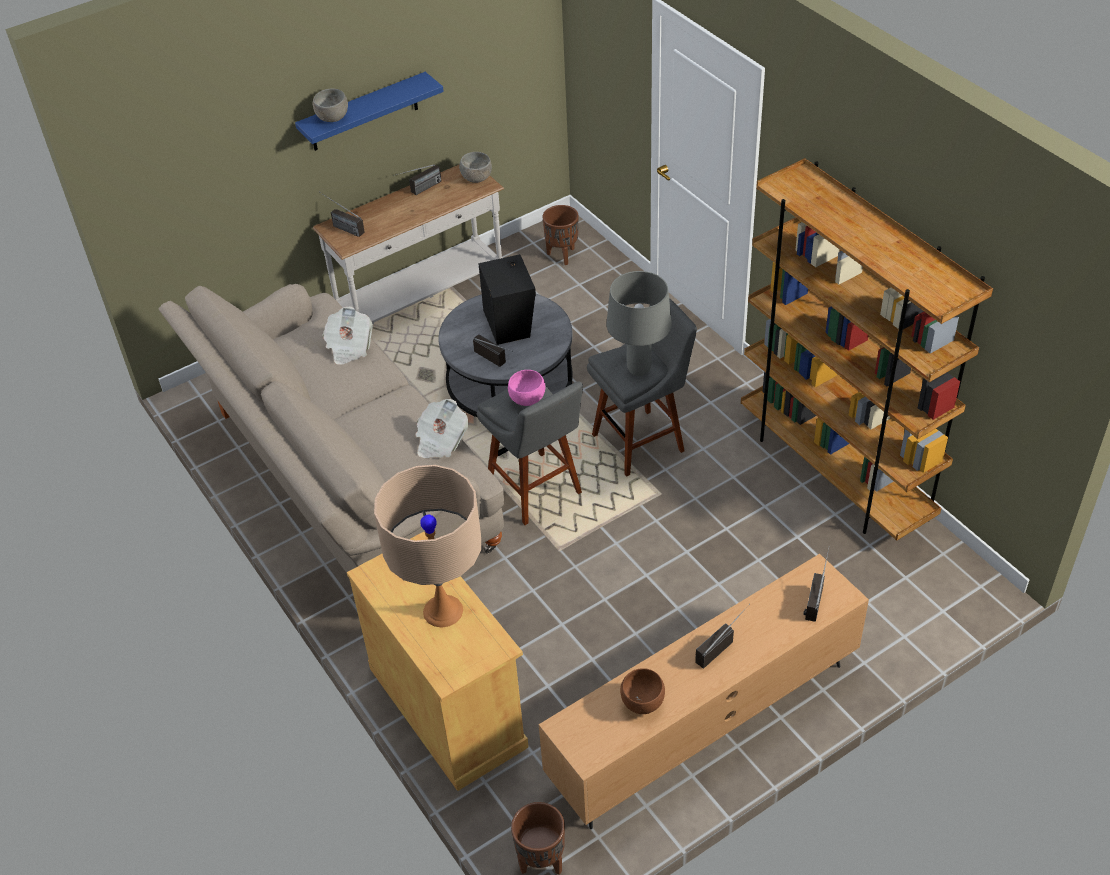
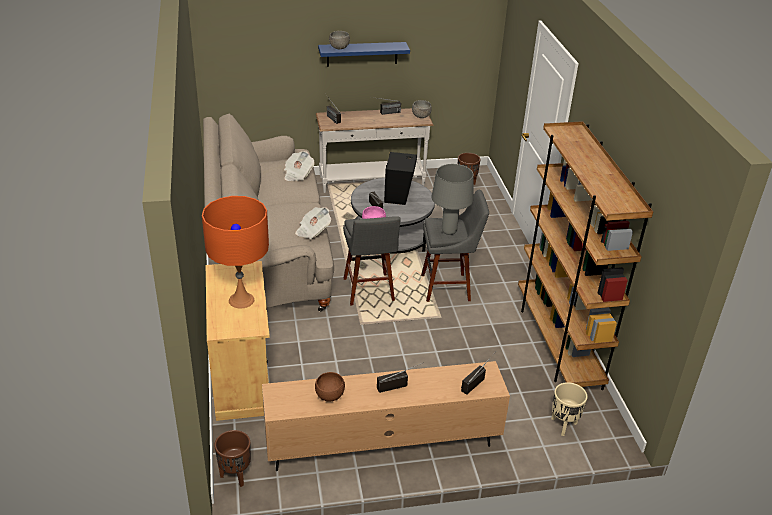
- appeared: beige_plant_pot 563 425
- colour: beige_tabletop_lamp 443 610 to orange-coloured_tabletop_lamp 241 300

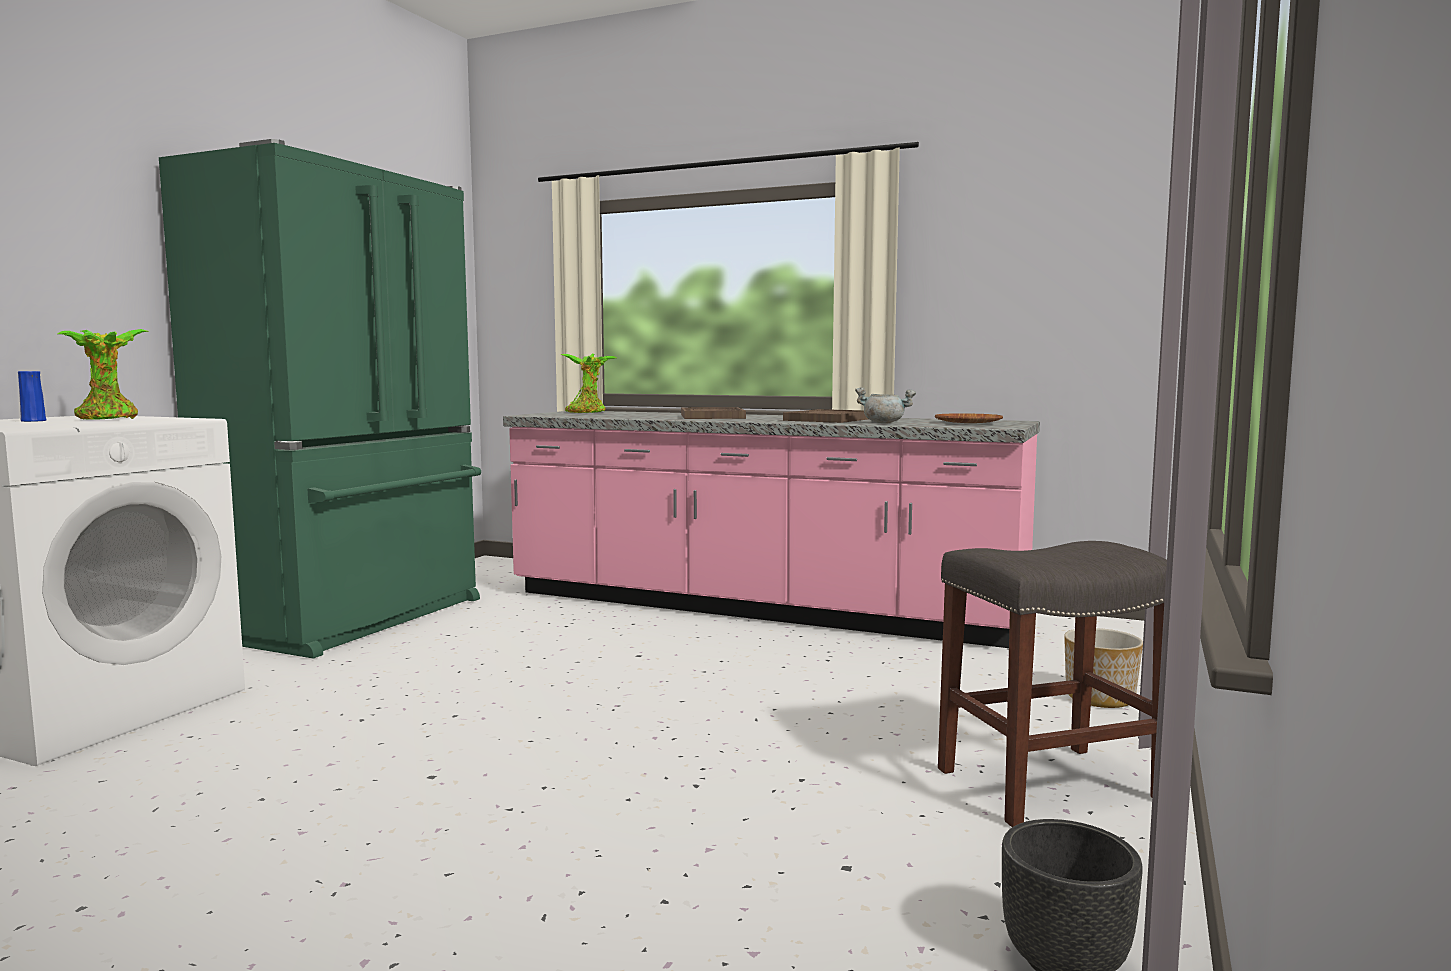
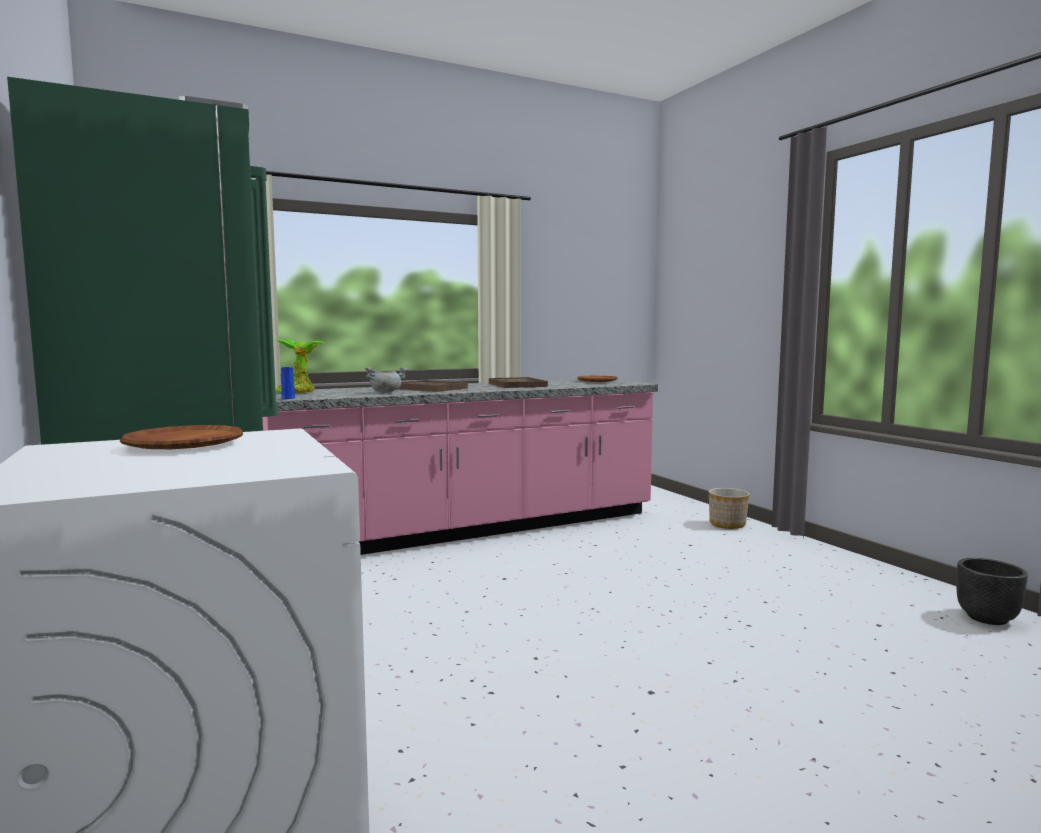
- missing: gray_stool 1050 783
- relocated: blue_flower_vase 33 421 to 288 398
- relocated: gray_cooking_pot 884 423 to 386 392
- exchanged: plant_in_a_pot 109 419 to brownish_flat_dish 184 445

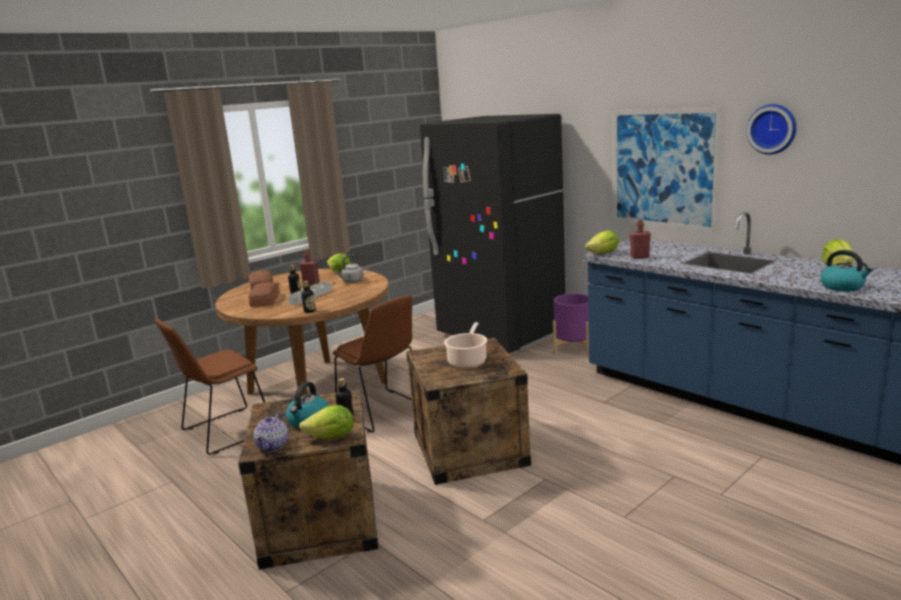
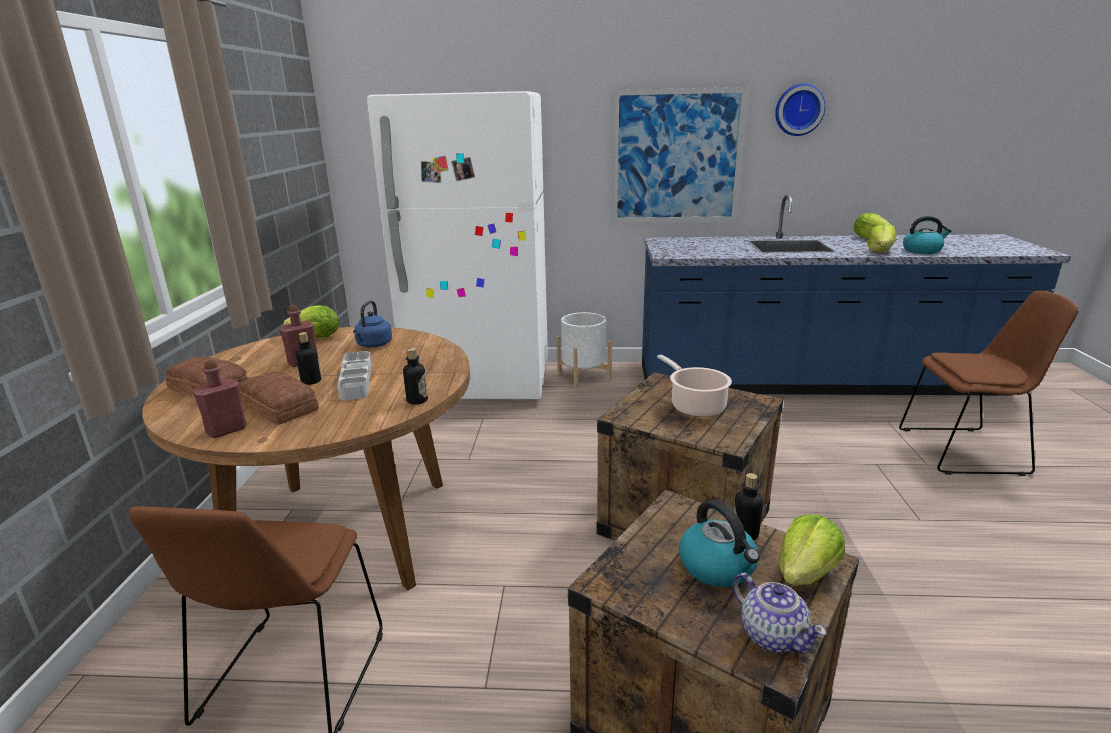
- relocated: brownish_chair 384 412 to 966 451
- relocated: lettuce 603 253 to 880 251
- relocated: red_drink_bottle 639 257 to 226 430
- colour: gray_water_kettle 352 281 to blue_water_kettle 373 345
- colour: black-coloured_kitchen_fridge 500 334 to white-coloured_kitchen_fridge 481 383
- colour: purple-coloured_plant_pot 573 348 to white-coloured_plant_pot 583 376

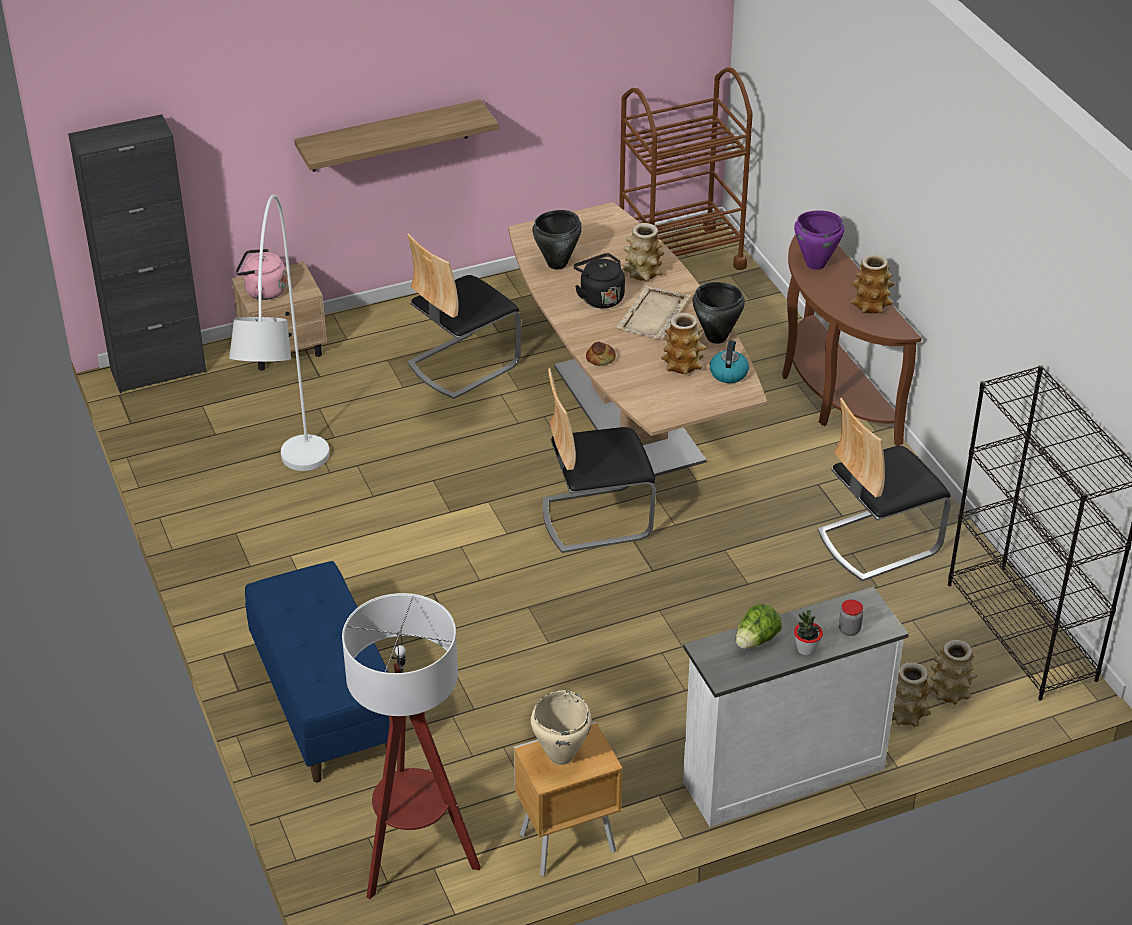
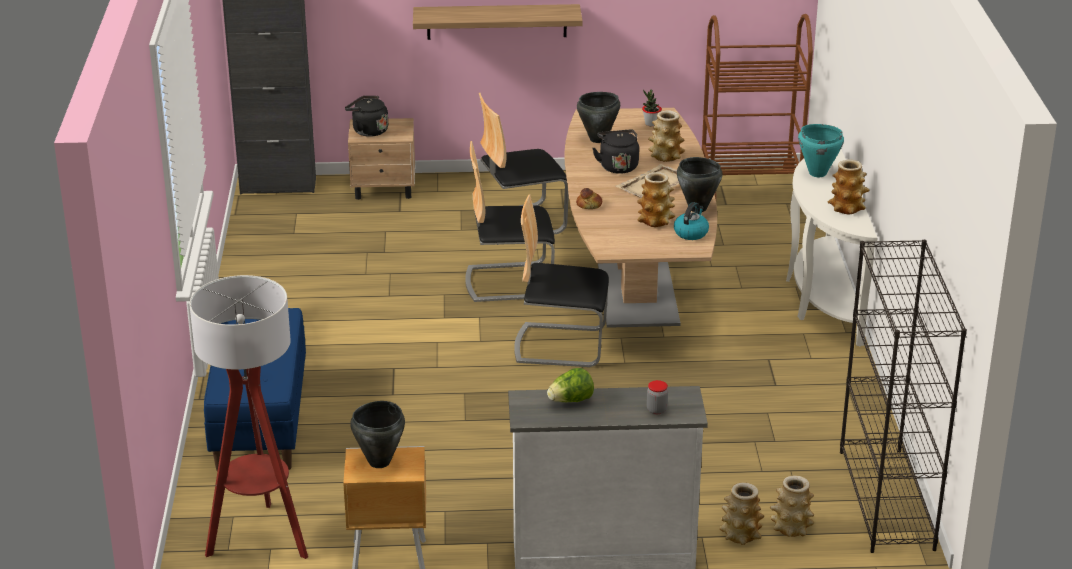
- missing: white-coloured_standard_lamp 295 516
- relocated: plant_in_a_pot 806 649 to 651 123
- relocated: chair 878 541 to 509 281
- colour: pink-coloured_water_kettle 263 291 to black-coloured_water_kettle 368 131
- colour: beige_cooking_pot 560 756 to black-coloured_cooking_pot 379 462
- colour: brownish_console_table 829 392 to white-coloured_console_table 821 298
- colour: purple-coloured_cooking_pot 815 264 to turquoise-coloured_cooking_pot 817 173

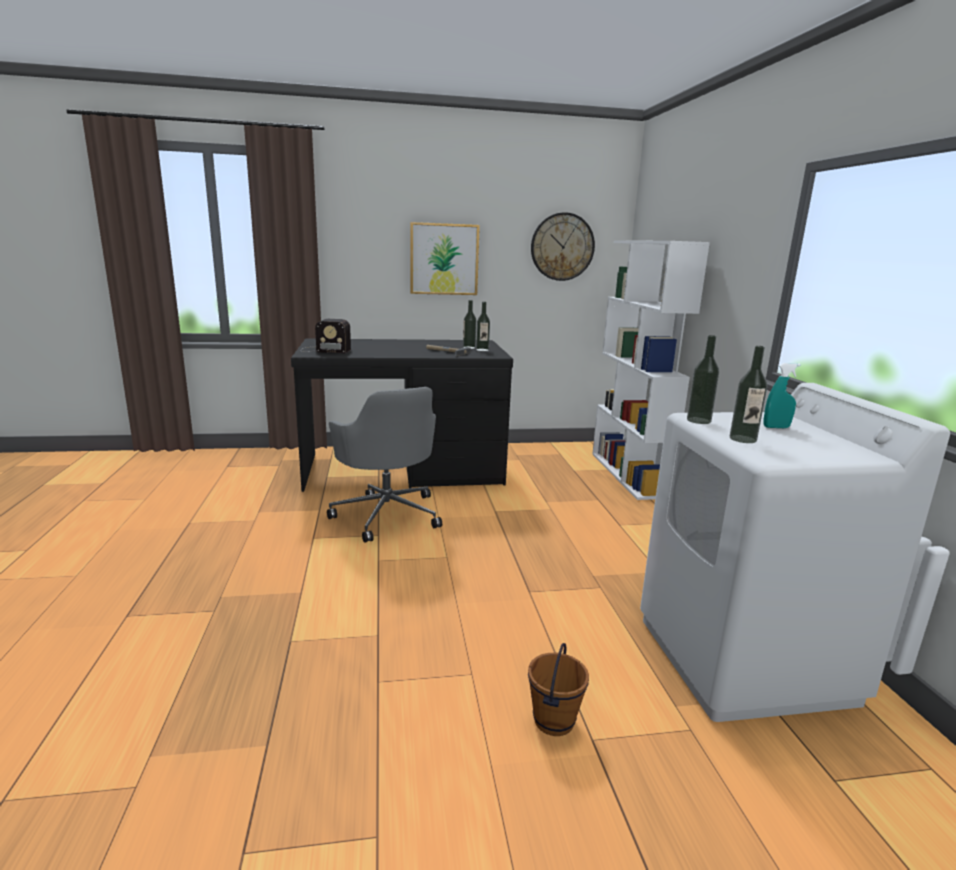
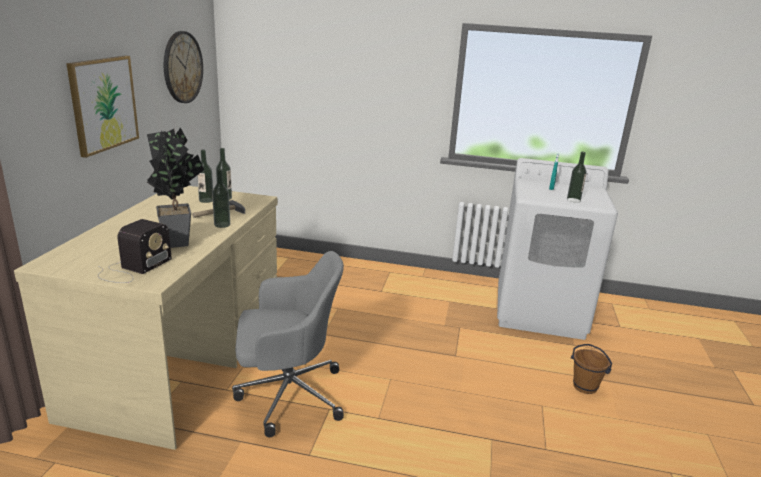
- missing: white-coloured_bookshelf 629 474
- appeared: plant_in_a_pot 179 240
- relocated: drink_bottle 698 420 to 222 225
- colour: black-coloured_desk 404 469 to beige_desk 182 360

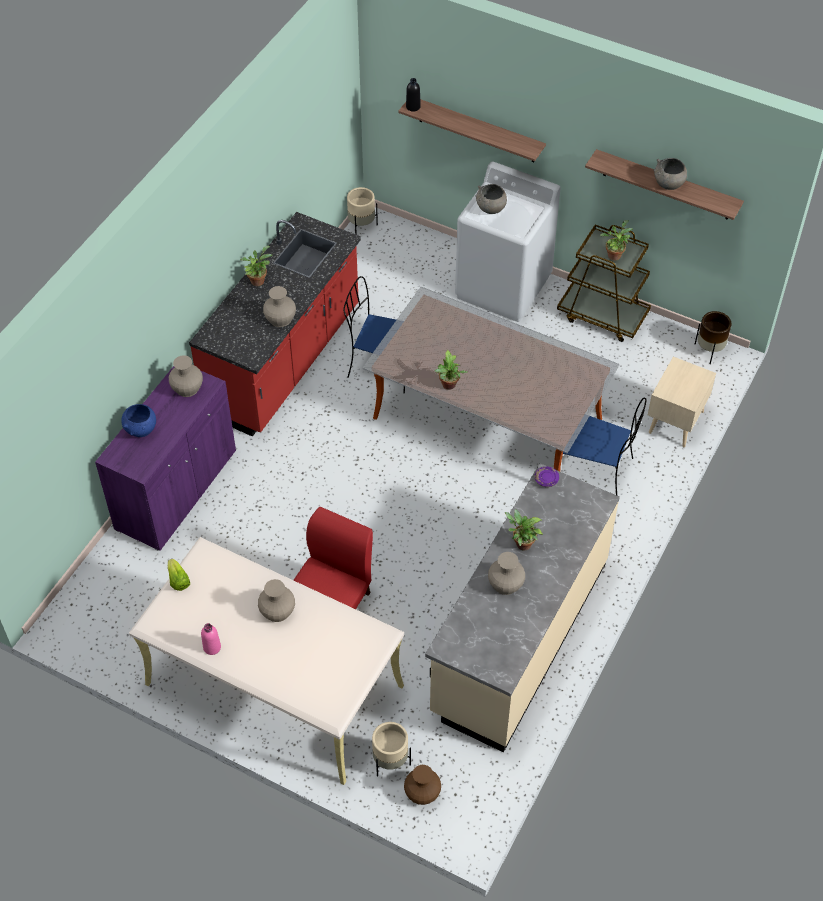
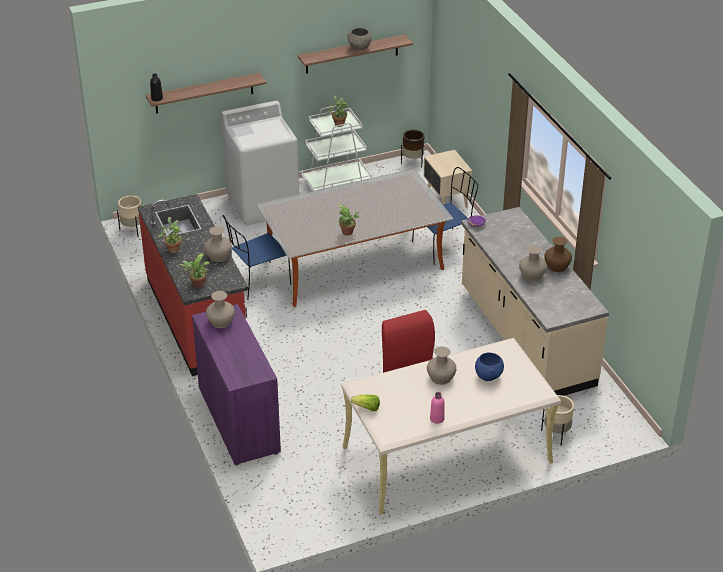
- missing: gray_serving_bowl 490 209
- relocated: blue_serving_bowl 141 430 to 488 376
- relocated: brownish_flower_vase 422 792 to 557 266
- relocated: plant_in_a_pot 521 544 to 197 285
- colour: brownish_cart 603 315 to white-coloured_cart 336 182

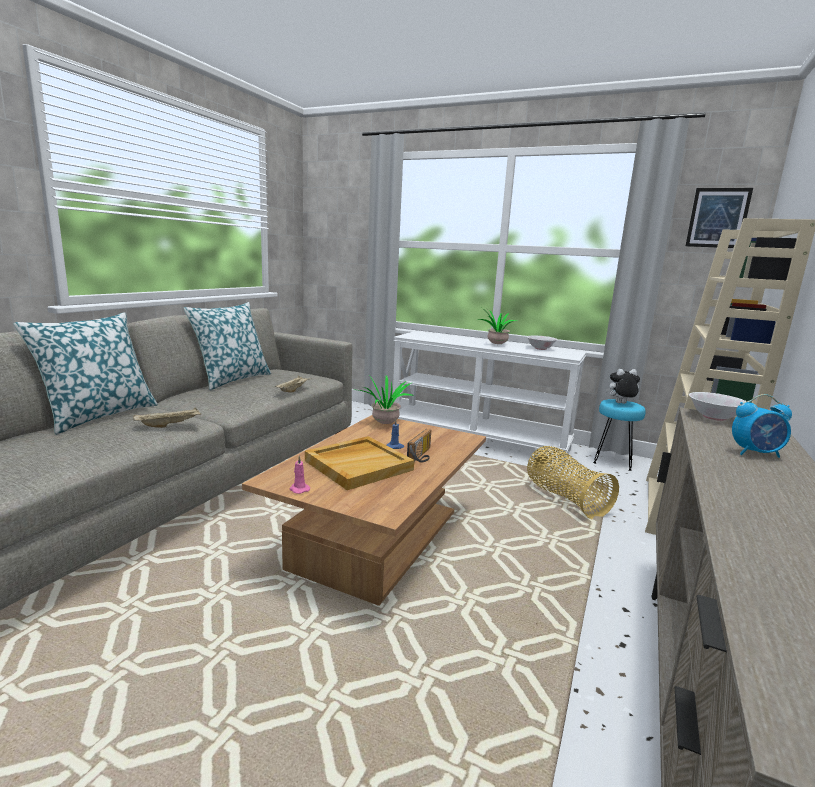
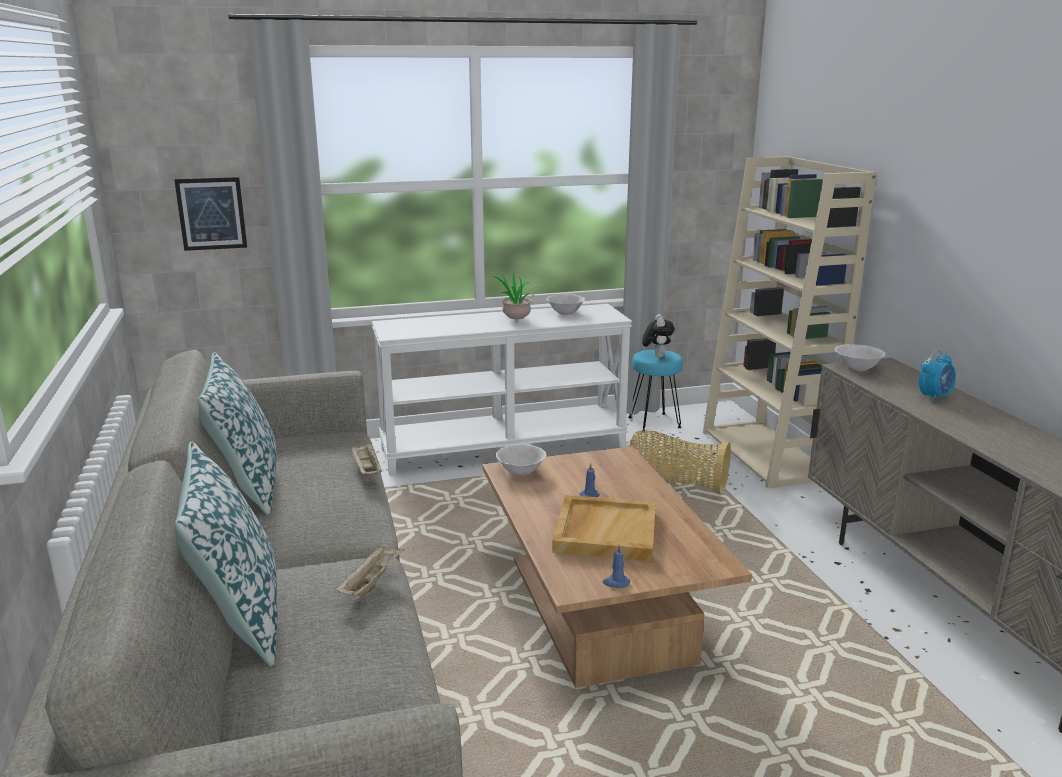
- missing: radio_receiver 422 456
- relocated: wall_picture 718 218 to 211 213
- exchanged: plant_in_a_pot 384 423 to white-coloured_serving_bowl 521 471
- colour: pink-coloured_candle 299 489 to blue_candle 616 583
- spun: plush_toy 620 403 = 657 356 135 degrees clockwise

